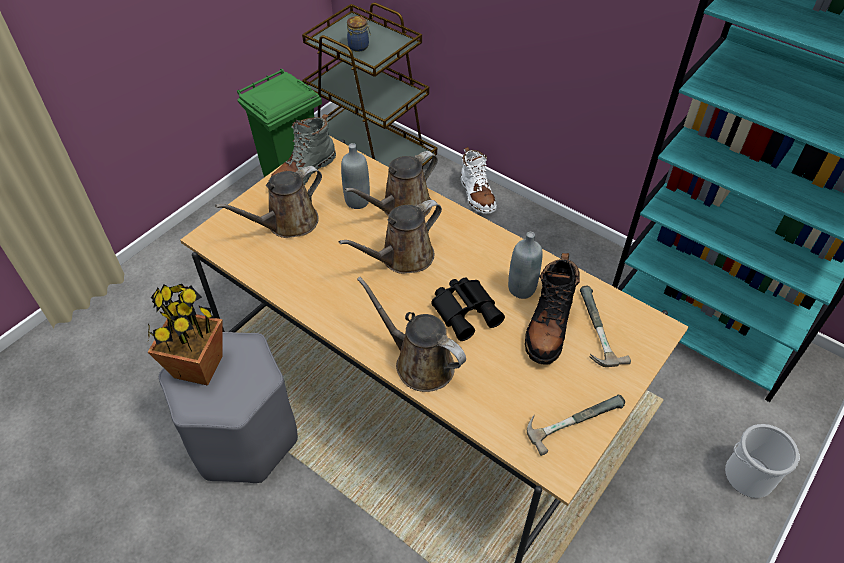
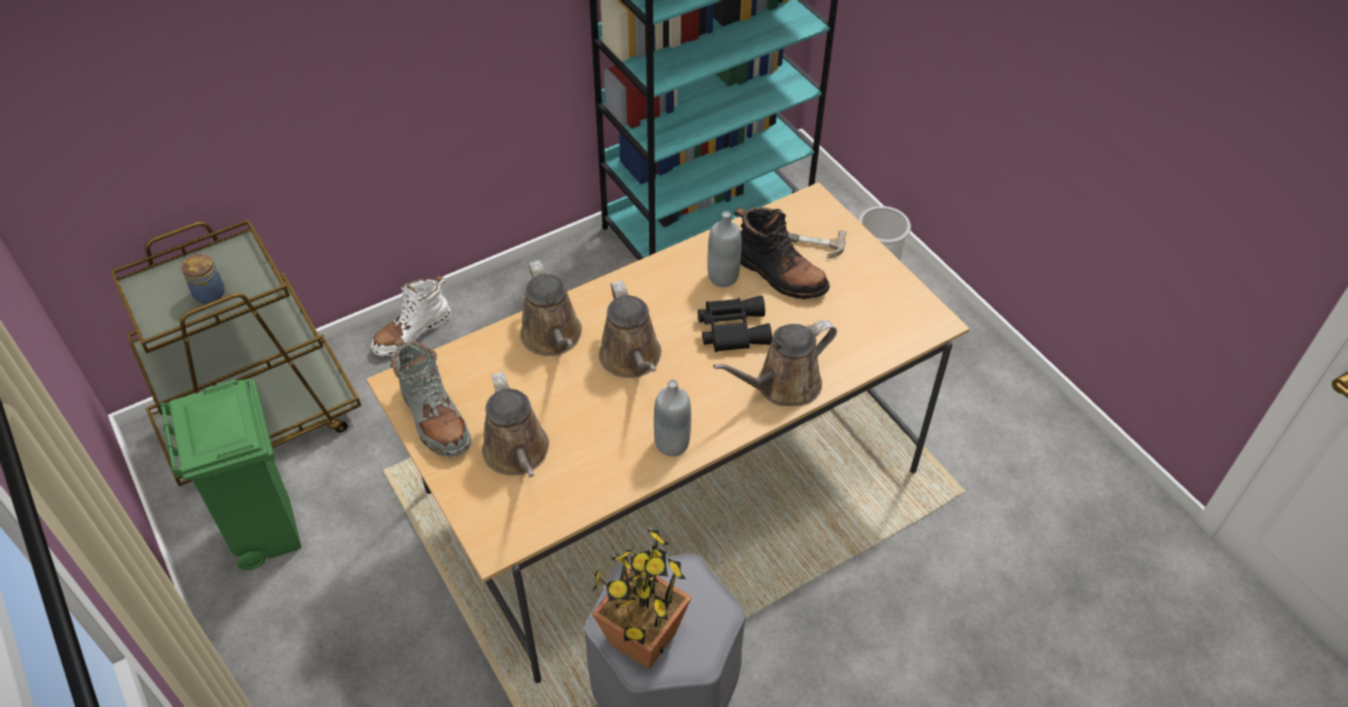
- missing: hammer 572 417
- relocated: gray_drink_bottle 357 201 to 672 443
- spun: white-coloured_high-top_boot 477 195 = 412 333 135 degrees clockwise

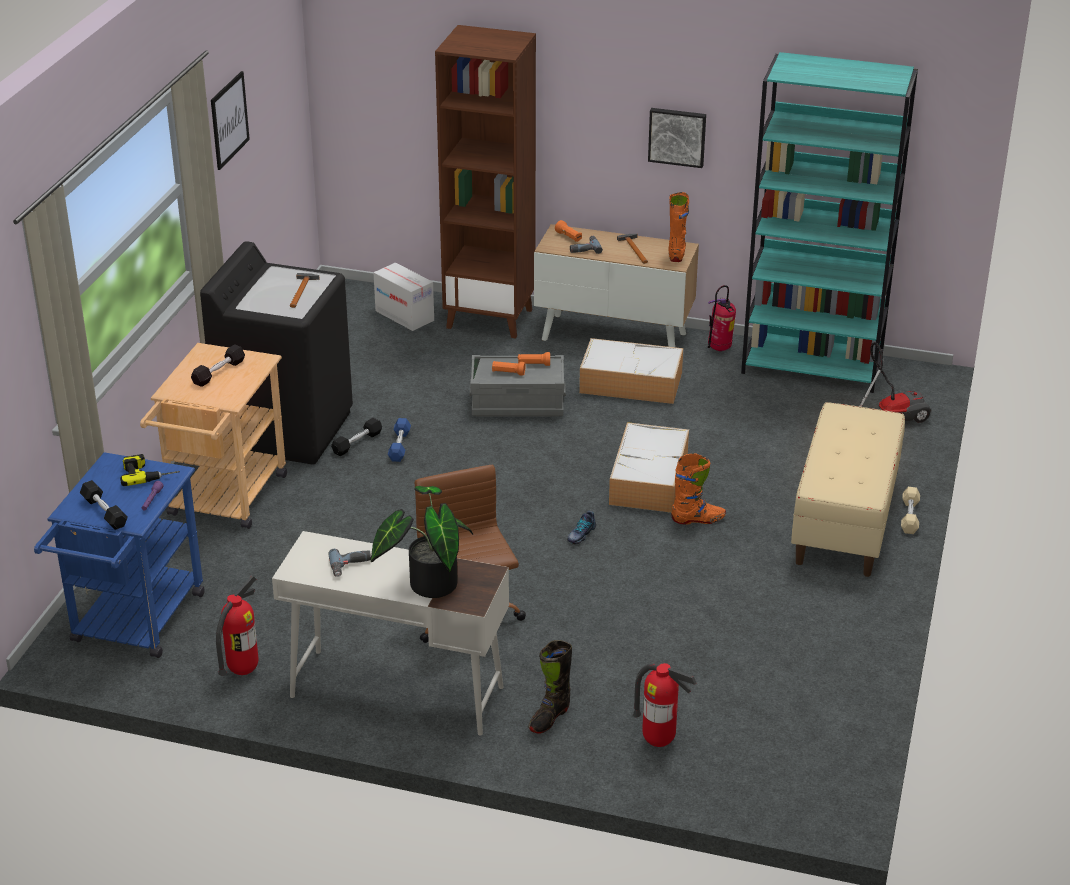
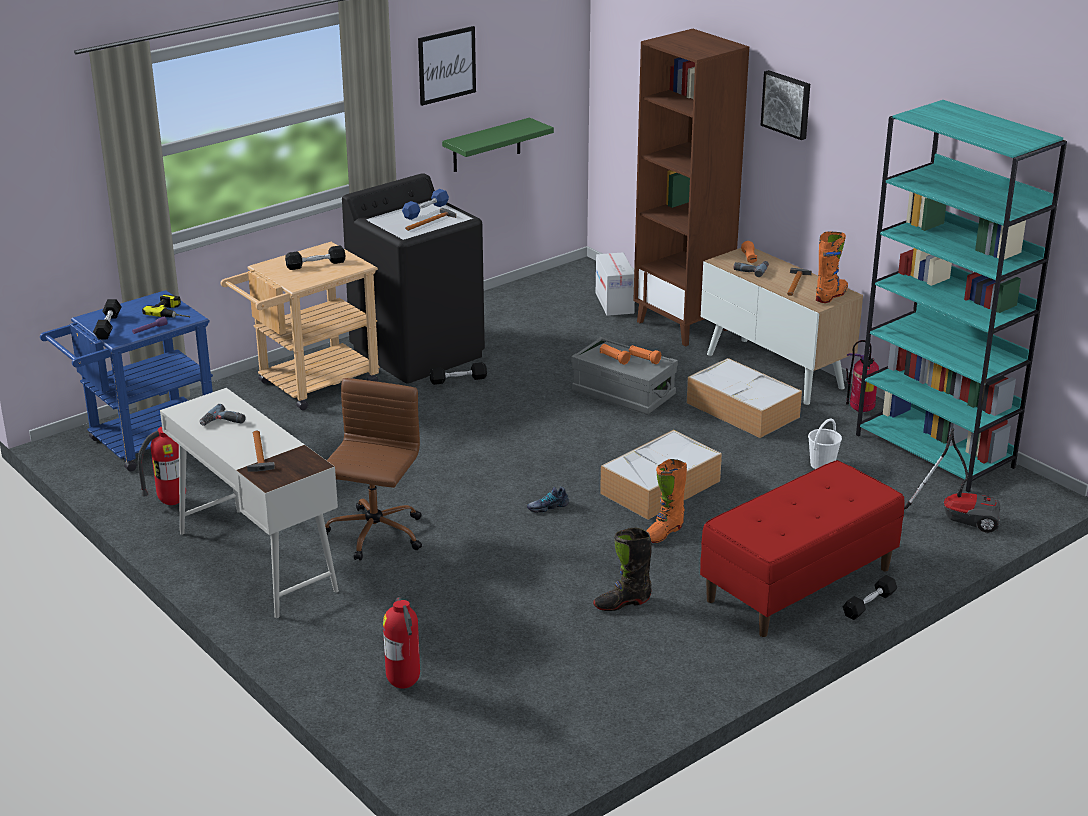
- appeared: green-coloured_bracket_shelf 486 145
- appeared: white-coloured_bucket 822 464
- relocated: blue_hand_weight 399 446 to 425 211
- relocated: black-coloured_high-top_boot 549 717 to 622 603
- relocated: wall_picture 677 136 to 787 104
- exchanged: plant_in_a_pot 427 583 to hammer 259 454
- colour: beige_long_seat 845 521 to red_long_seat 799 585
- colour: beige_hand_weight 909 516 to black-coloured_hand_weight 869 604
- spun: orange-coloured_high-top_boot 698 519 = 663 533 105 degrees clockwise

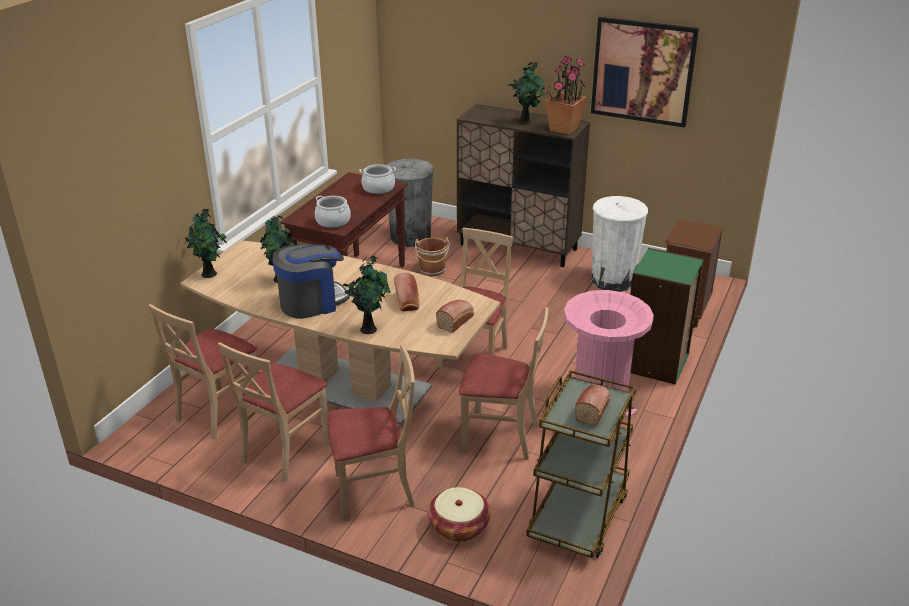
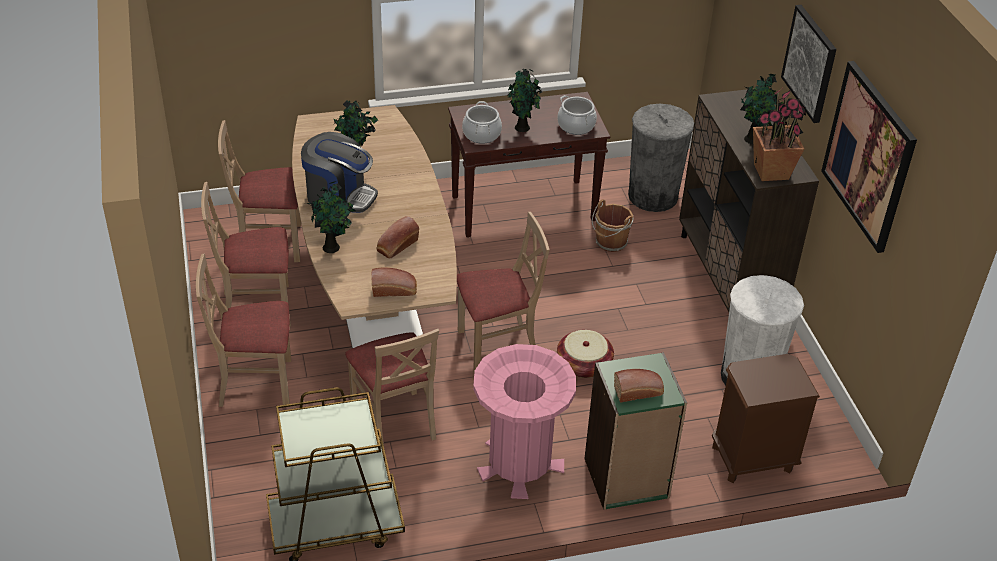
- appeared: wall_picture 810 63
- relocated: plant_in_a_pot 210 274 to 523 128
- relocated: basket 459 526 to 584 364
- relocated: bakery_bread 593 410 to 639 391
- spun: beige_chair 374 491 = 256 383 135 degrees clockwise

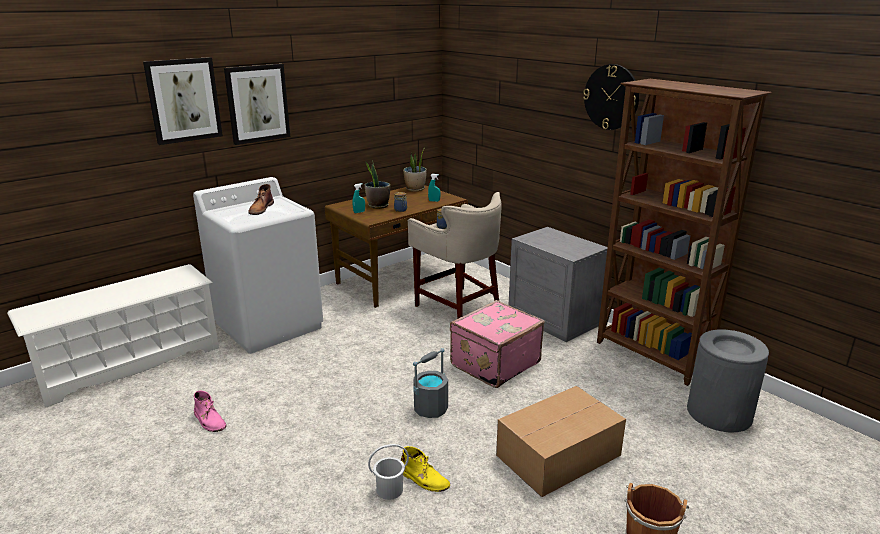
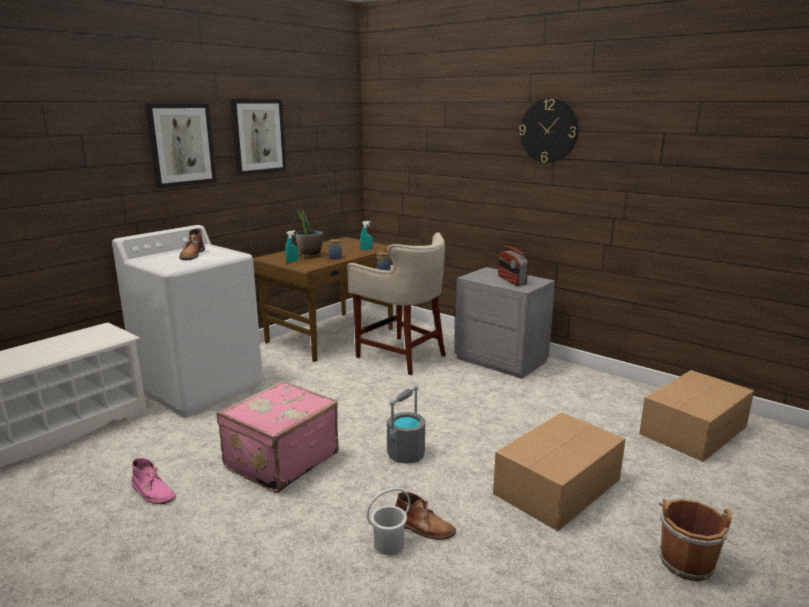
- missing: plant_in_a_pot 415 189
- missing: brownish_bookshelf 652 356
- appeared: radio_receiver 511 280
- relocated: wall_picture 184 100 to 258 136
- relocated: pink-coloured_piece_of_luggage 493 363 to 280 460
- exchanged: gray_trash_can 719 413 to packing_box 695 430
- colour: yellowish_high-top_boot 424 479 to brownish_high-top_boot 424 527

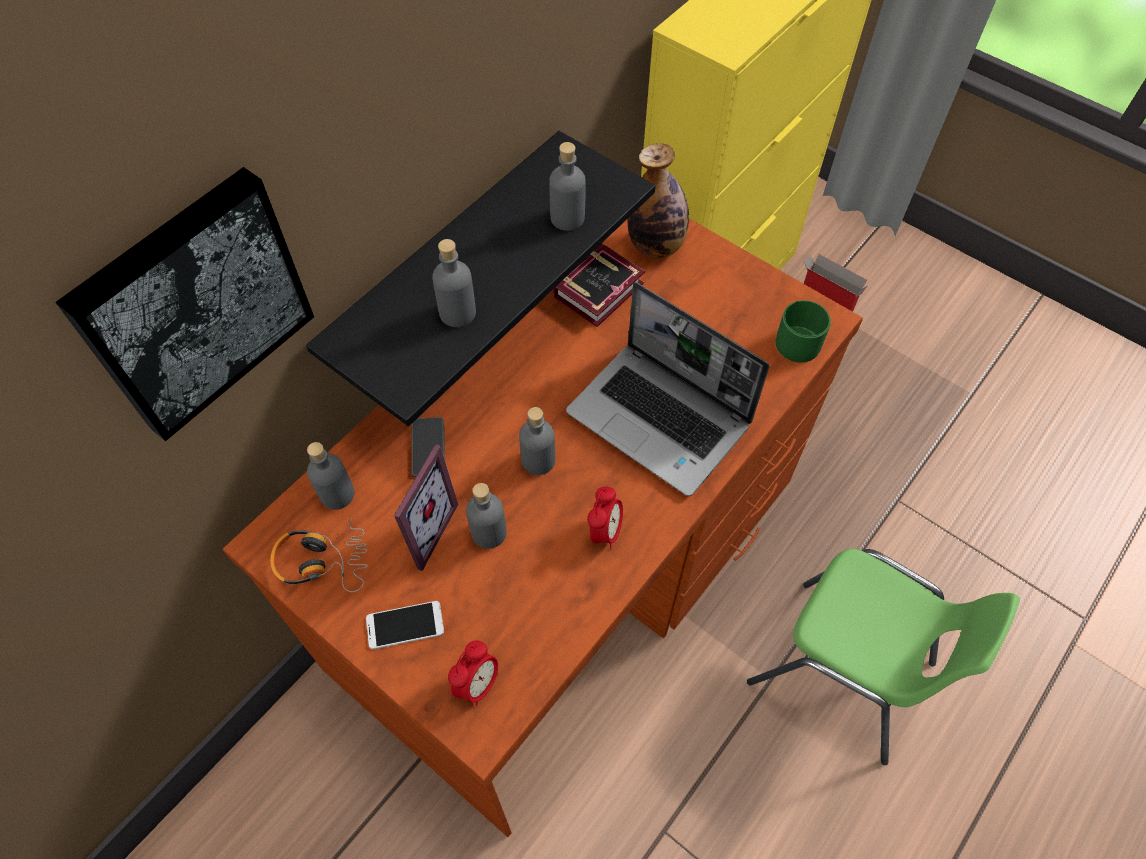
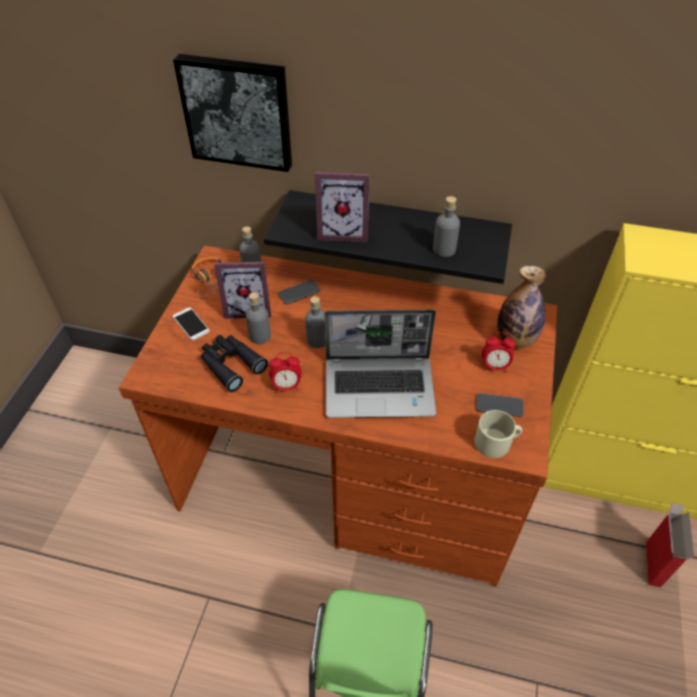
- missing: book 602 289
- appeared: black-coloured_pair_of_binoculars 231 365
- appeared: phone 499 405
- relocated: bedside_clock 477 683 to 495 366
- exchanged: gray_drink_bottle 457 312 to photo_frame 343 231
- colour: green-coloured_tea_mug 799 339 to beige_tea_mug 497 442
- spun: laptop 661 419 = 380 387 105 degrees counterclockwise

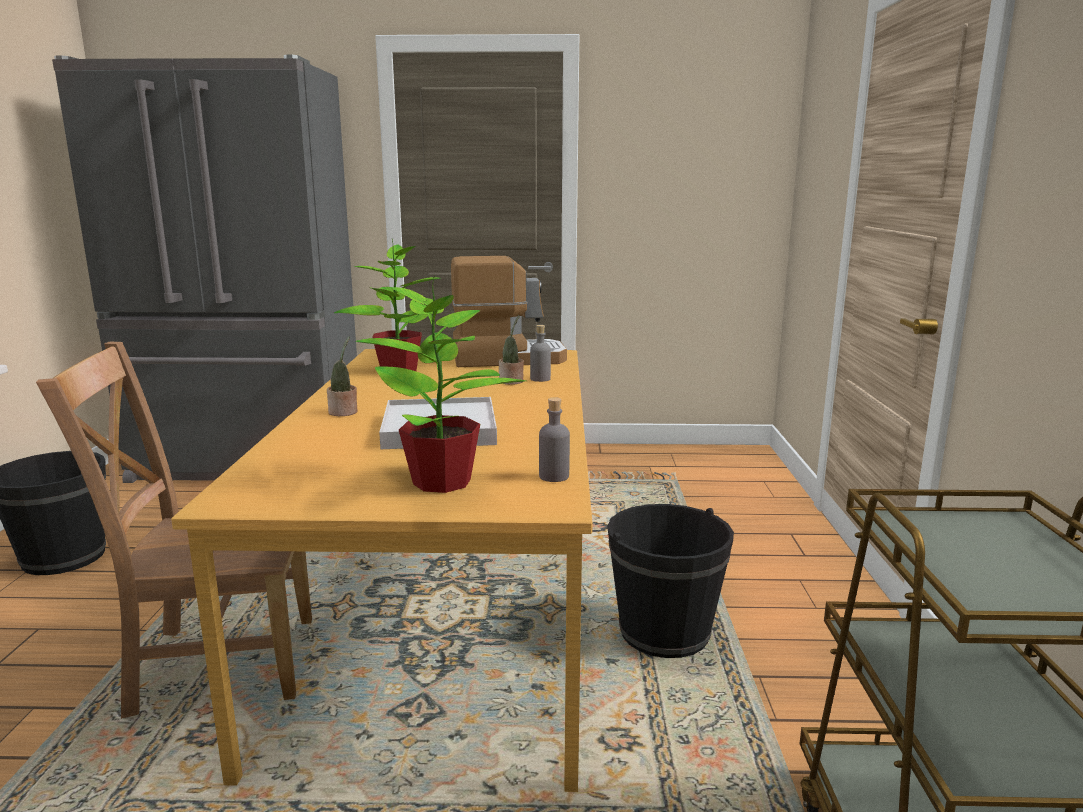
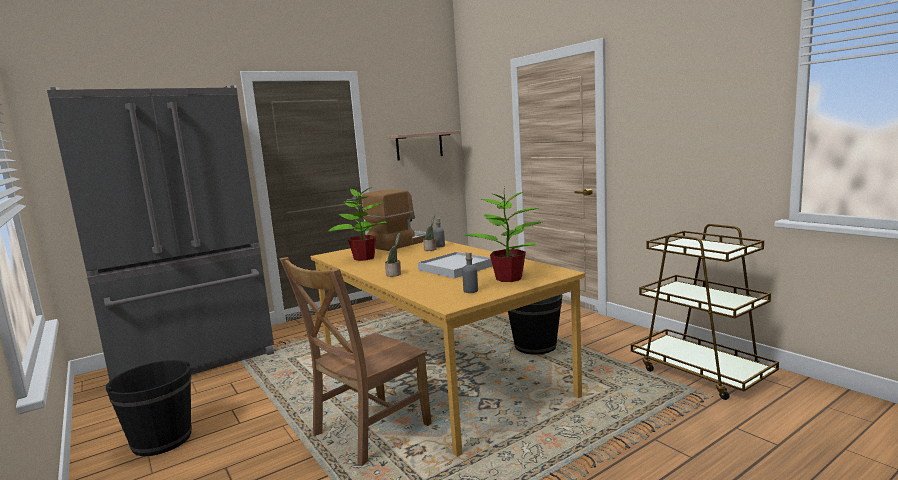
- appeared: bracket_shelf 419 145
- relocated: gray_drink_bottle 554 476 to 470 291

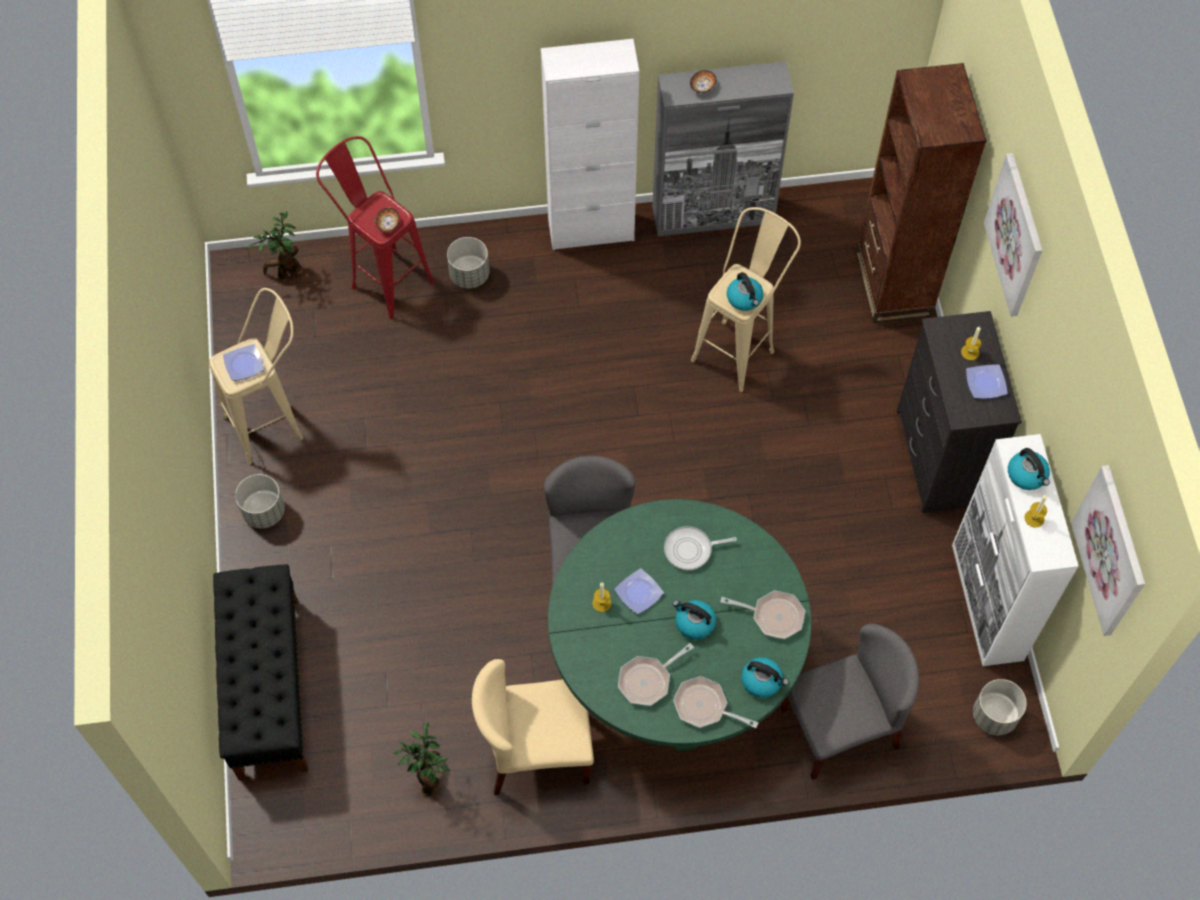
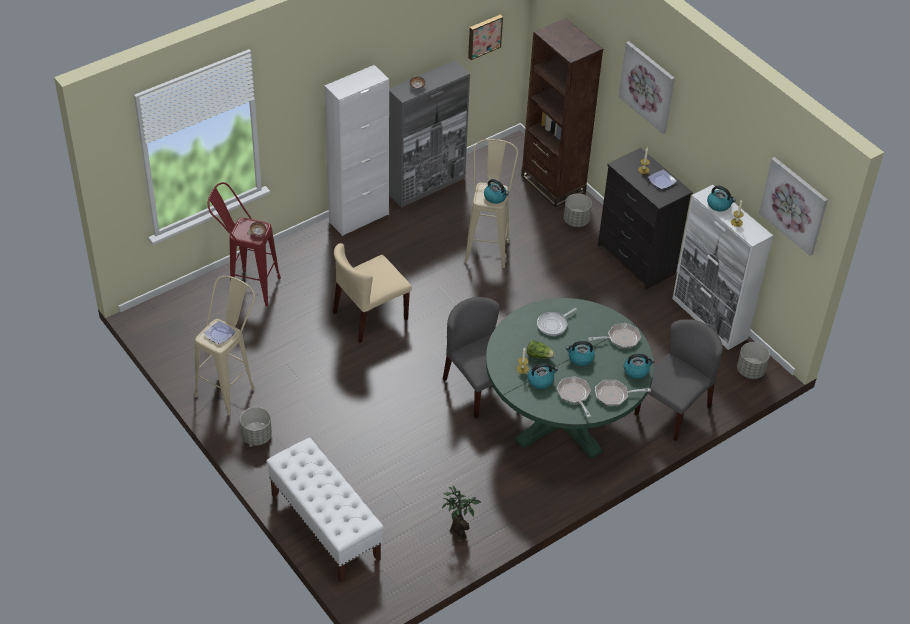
- missing: plant_in_a_pot 286 273
- appeared: wall_picture 484 36
- appeared: water_kettle 541 380
- relocated: gray_plant_pot 470 275 to 576 220
- relocated: beige_chair 536 751 to 370 316
- exchanged: flat_dish 639 592 to lettuce 539 355
- colour: black-coloured_long_seat 268 687 to white-coloured_long_seat 325 526
- spun: frying_pan 648 680 = 574 395 135 degrees clockwise

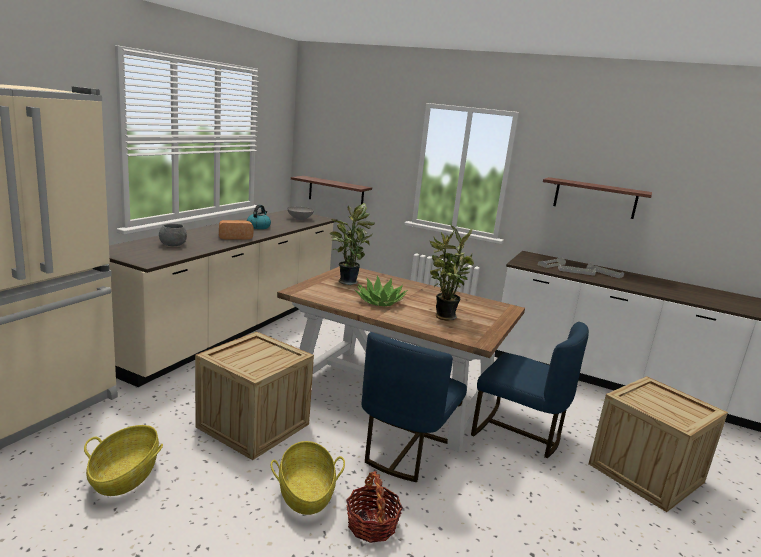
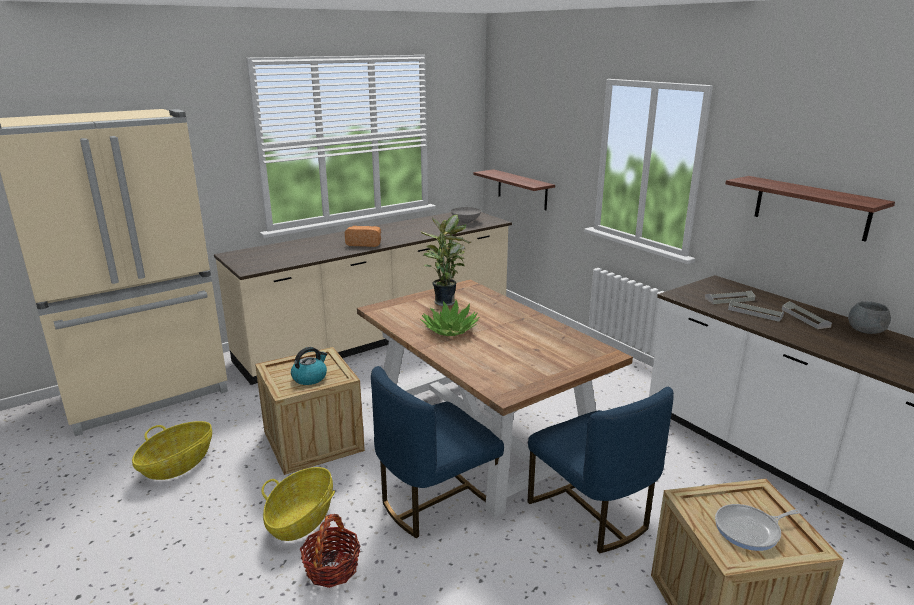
- missing: plant_in_a_pot 442 317
- appeared: frying_pan 750 530
- relocated: gray_serving_bowl 173 245 to 866 331
- relocated: water_kettle 258 227 to 310 377

